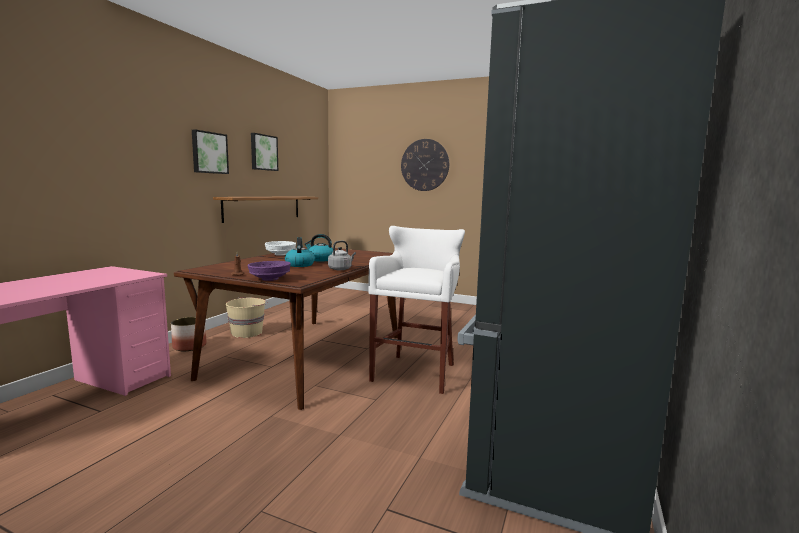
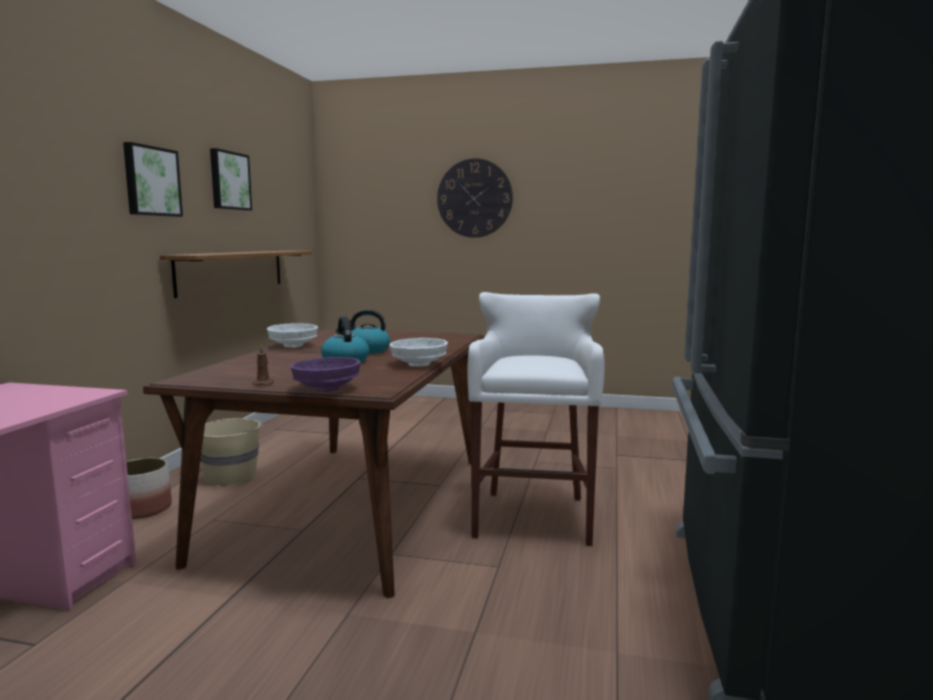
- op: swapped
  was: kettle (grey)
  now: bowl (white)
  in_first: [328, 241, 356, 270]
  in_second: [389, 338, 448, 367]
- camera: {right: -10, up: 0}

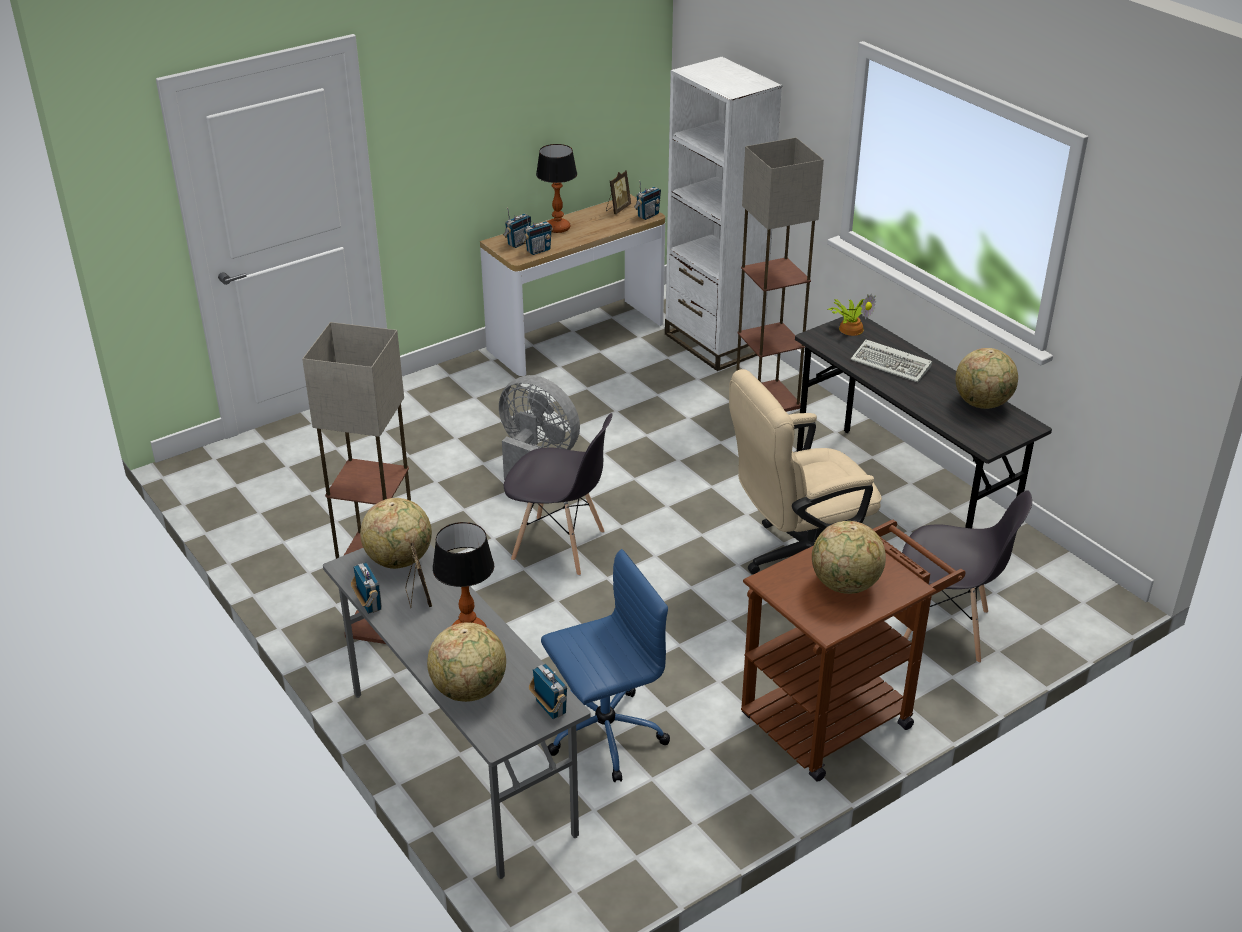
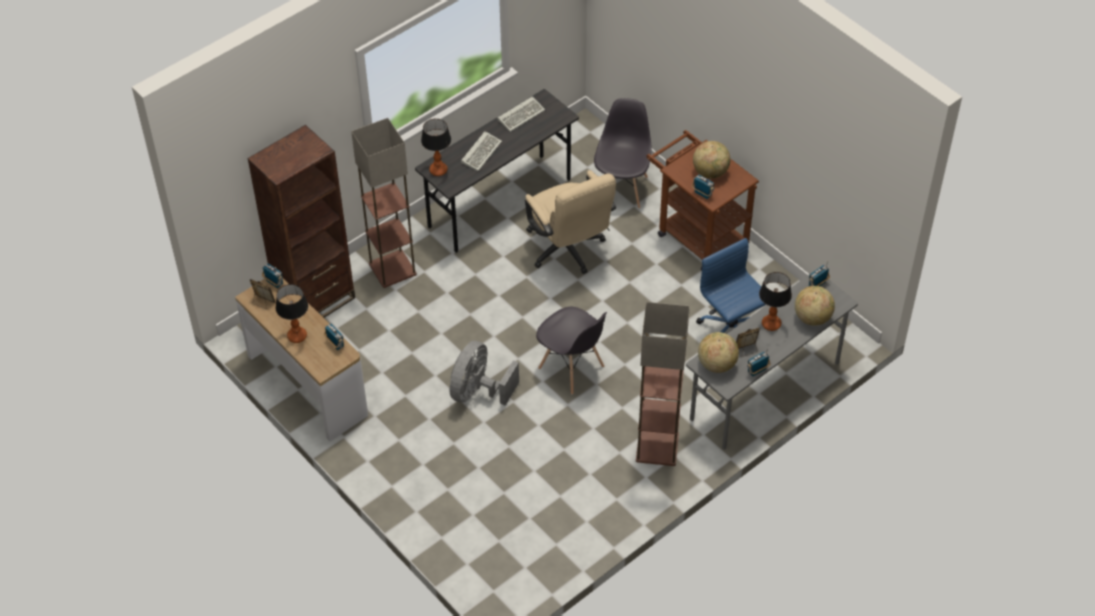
- op: repainted
  was: bookcase (white)
  now: bookcase (brown)
  in_first: [665, 57, 782, 371]
  in_second: [247, 125, 355, 318]
- op: swapped
  was: potted plant
  now: table lamp
  in_first: [827, 293, 876, 336]
  in_second: [421, 119, 451, 176]
- op: swapped
  was: globe
  now: keyboard
  in_first: [955, 348, 1018, 409]
  in_second: [497, 96, 545, 132]
- op: rotated
  was: chair (grey)
  in_first: [504, 413, 613, 576]
  in_second: [536, 307, 607, 395]
  clockwise: 120
- op: shifted
  was: radio
  in_first: [503, 207, 531, 248]
  in_second: [692, 174, 714, 199]
- camera: {right: -95, up: 15}

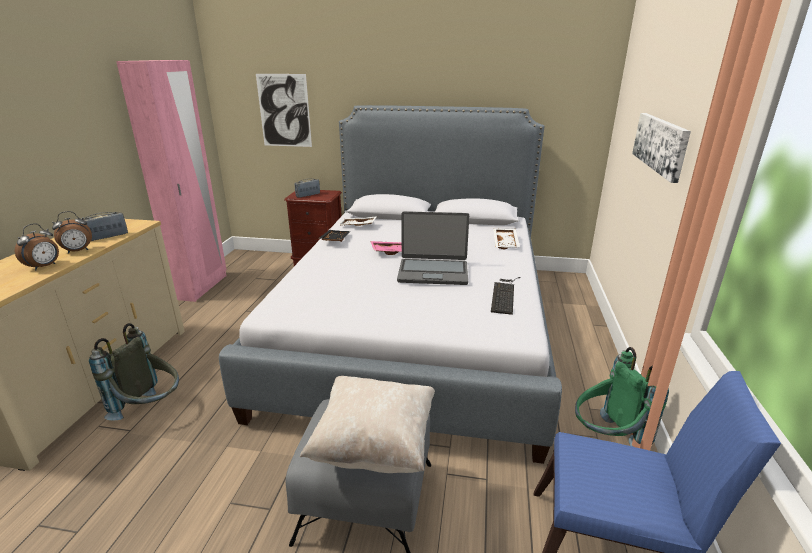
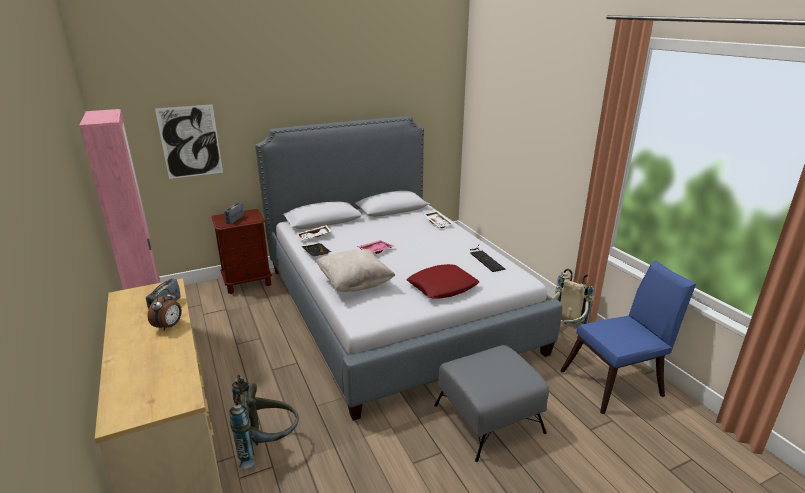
- op: shifted
  was: pillow (beige)
  in_first: [299, 376, 435, 473]
  in_second: [316, 249, 395, 292]
- op: new
  now: pillow (red)
  in_second: [407, 264, 479, 299]
- op: repainted
  was: backpack (green)
  now: backpack (beige)
  in_first: [575, 347, 669, 447]
  in_second: [553, 269, 594, 326]
- op: gone
  was: alarm clock
  in_first: [15, 223, 59, 271]
- op: gone
  was: laptop
  in_first: [397, 211, 469, 285]
- op: gone
  was: picture
  in_first: [632, 113, 691, 183]
- camera: {right: -35, up: 0}

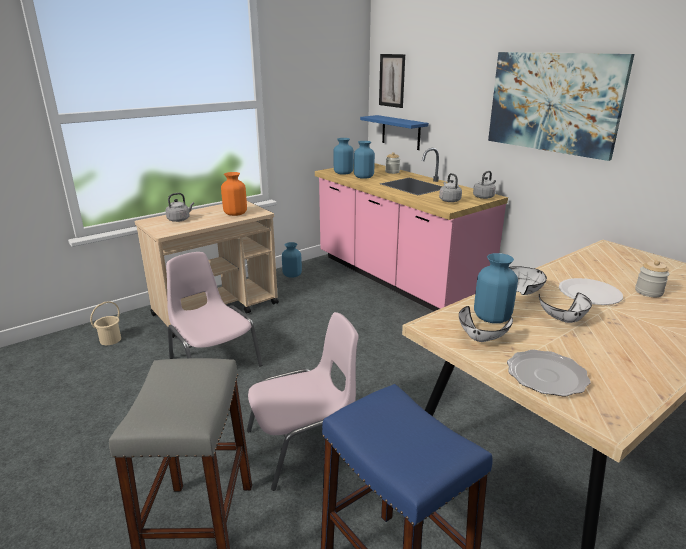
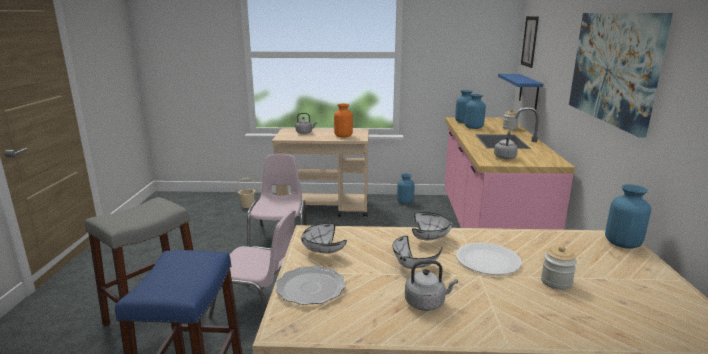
- op: shifted
  was: kettle (grey)
  in_first: [473, 171, 496, 199]
  in_second: [405, 260, 458, 311]
- op: shifted
  was: vase (blue)
  in_first: [474, 253, 518, 323]
  in_second: [605, 184, 651, 249]
- camera: {right: 40, up: -5}

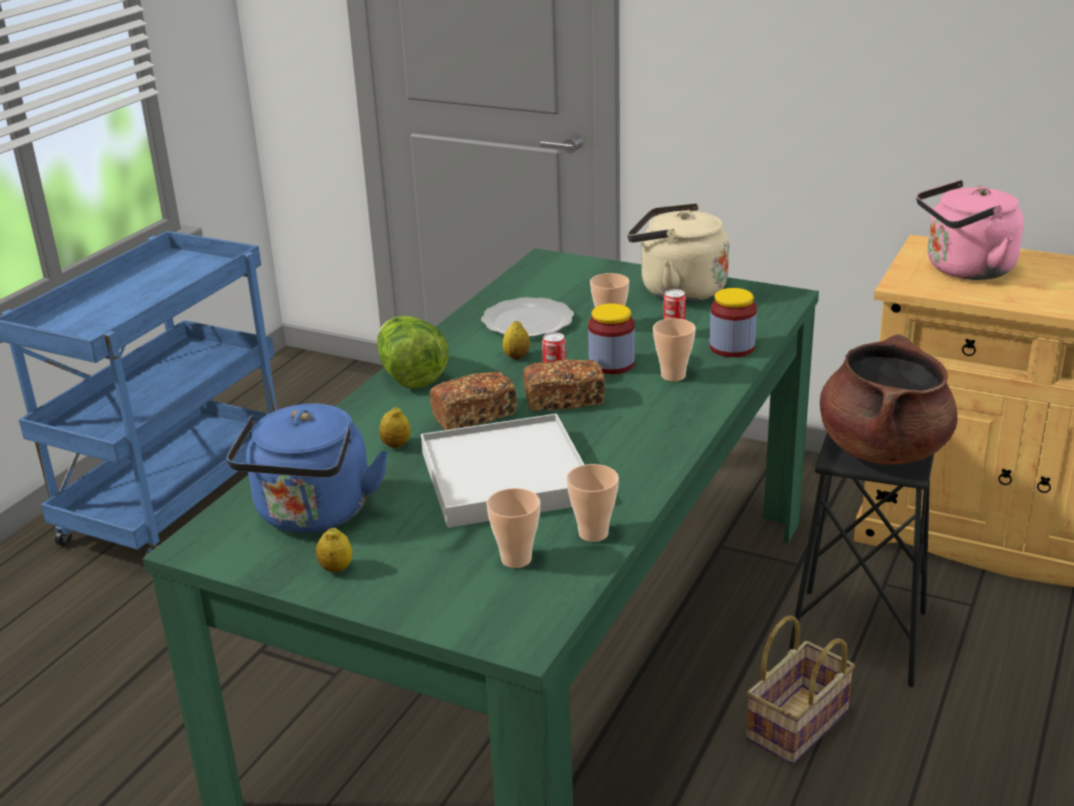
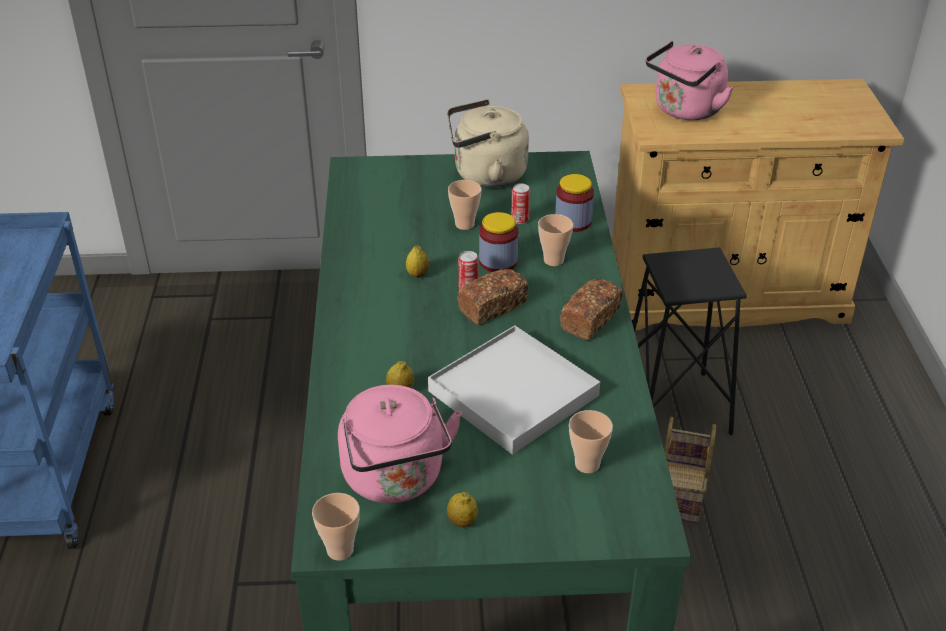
- op: shifted
  was: cup
  in_first: [566, 464, 619, 542]
  in_second: [312, 493, 360, 561]
- op: repainted
  was: kettle (blue)
  now: kettle (pink)
  in_first: [226, 404, 388, 533]
  in_second: [338, 385, 462, 503]
- op: shifted
  was: bread
  in_first: [429, 371, 517, 430]
  in_second: [560, 278, 623, 340]
- op: gone
  was: lettuce
  in_first: [377, 316, 449, 389]
- op: gone
  was: plate
  in_first: [481, 297, 574, 337]
- op: gone
  was: cooking pot (brown)
  in_first: [820, 334, 958, 465]
- camera: {right: -30, up: 10}

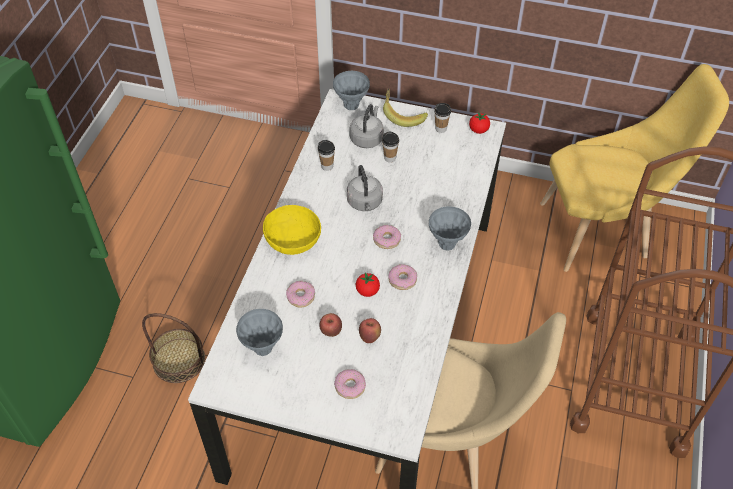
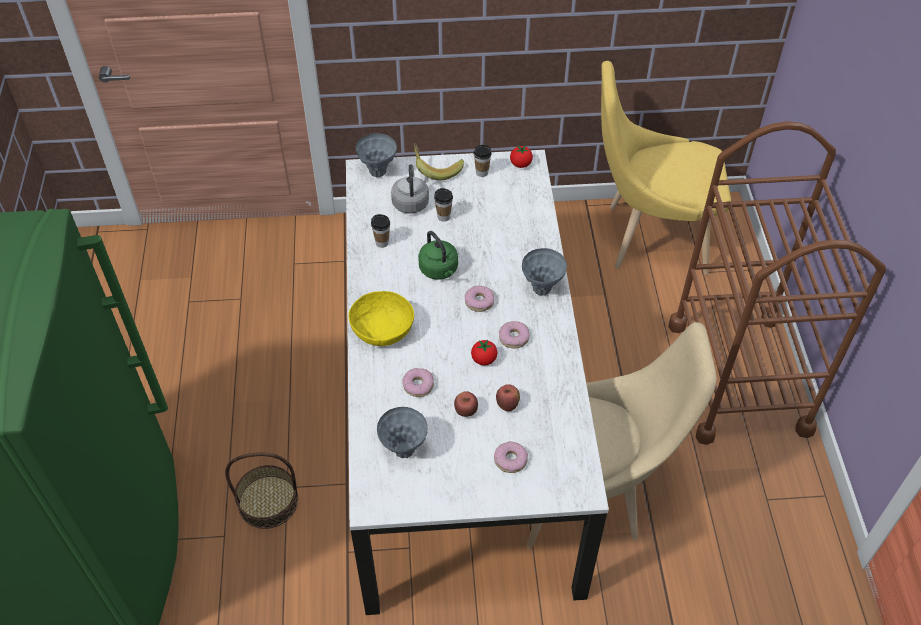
- op: repainted
  was: kettle (grey)
  now: kettle (green)
  in_first: [347, 165, 383, 211]
  in_second: [418, 231, 458, 280]
- op: rotated
  was: chair (yellow)
  in_first: [540, 64, 729, 272]
  in_second: [601, 61, 731, 275]
  clockwise: -150
- camera: {right: -20, up: 0}

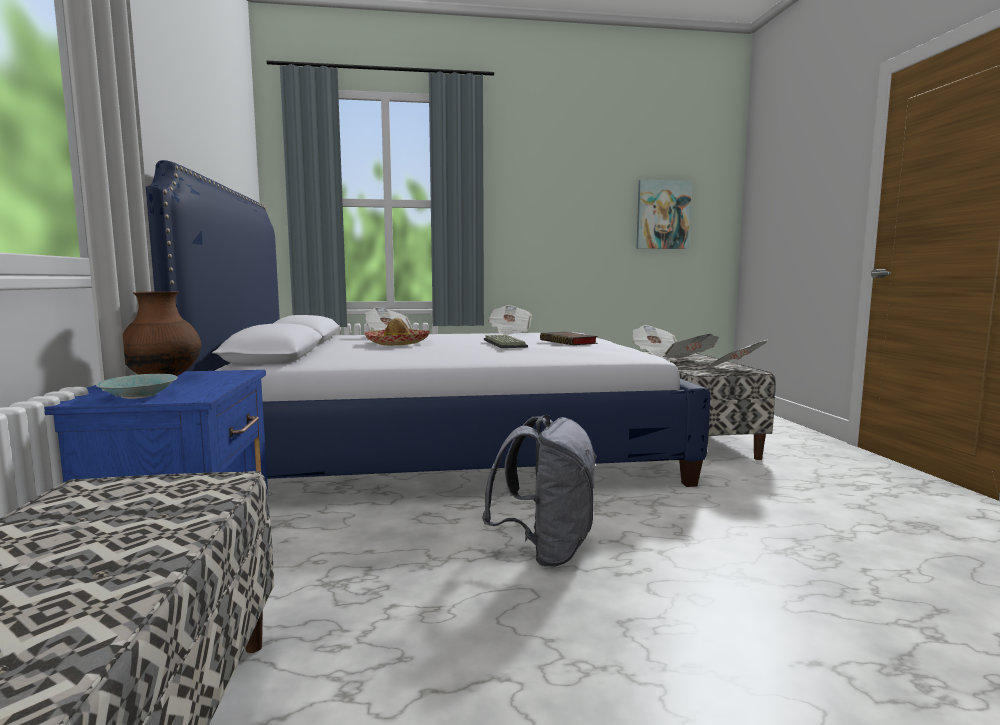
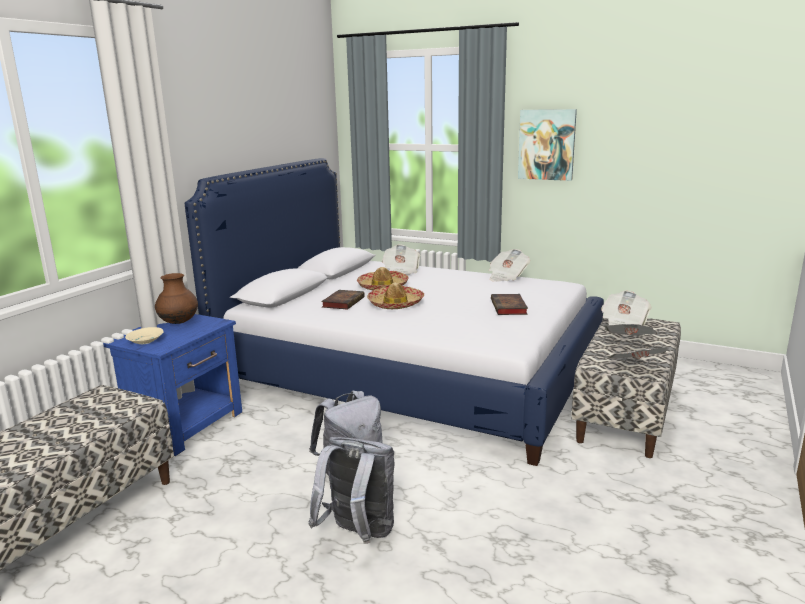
- op: repainted
  was: bowl (turquoise)
  now: bowl (beige)
  in_first: [96, 374, 178, 399]
  in_second: [125, 327, 164, 344]
- op: new
  now: backpack (grey)
  in_second: [309, 437, 395, 544]
- op: new
  now: book
  in_second: [321, 290, 365, 310]
- op: new
  now: hat
  in_second: [367, 283, 424, 309]
- op: shifted
  was: picture
  in_first: [636, 180, 692, 249]
  in_second: [518, 109, 577, 181]
- op: gone
  was: keyboard
  in_first: [484, 335, 528, 348]
- camera: {right: 35, up: 10}

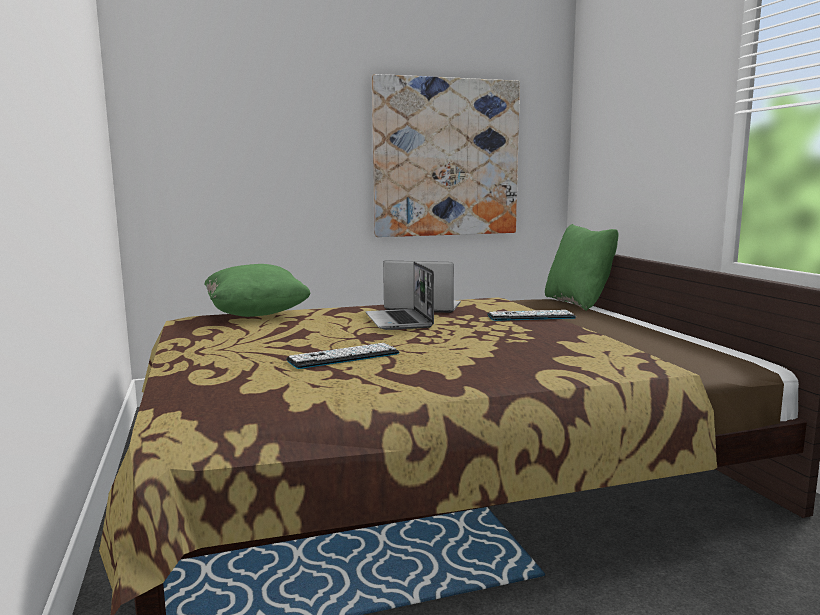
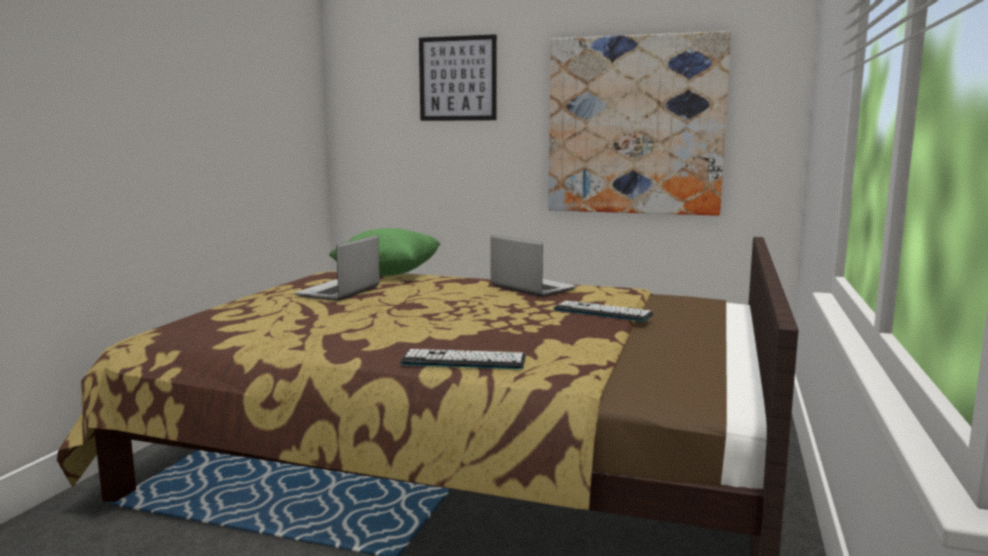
- op: shifted
  was: laptop
  in_first: [365, 261, 434, 330]
  in_second: [294, 235, 380, 301]
- op: shifted
  was: keyboard
  in_first: [286, 343, 399, 369]
  in_second: [400, 349, 526, 369]
- op: new
  now: picture
  in_second: [419, 34, 497, 121]
- op: gone
  was: pillow (green)
  in_first: [545, 224, 618, 311]
- camera: {right: 35, up: 0}

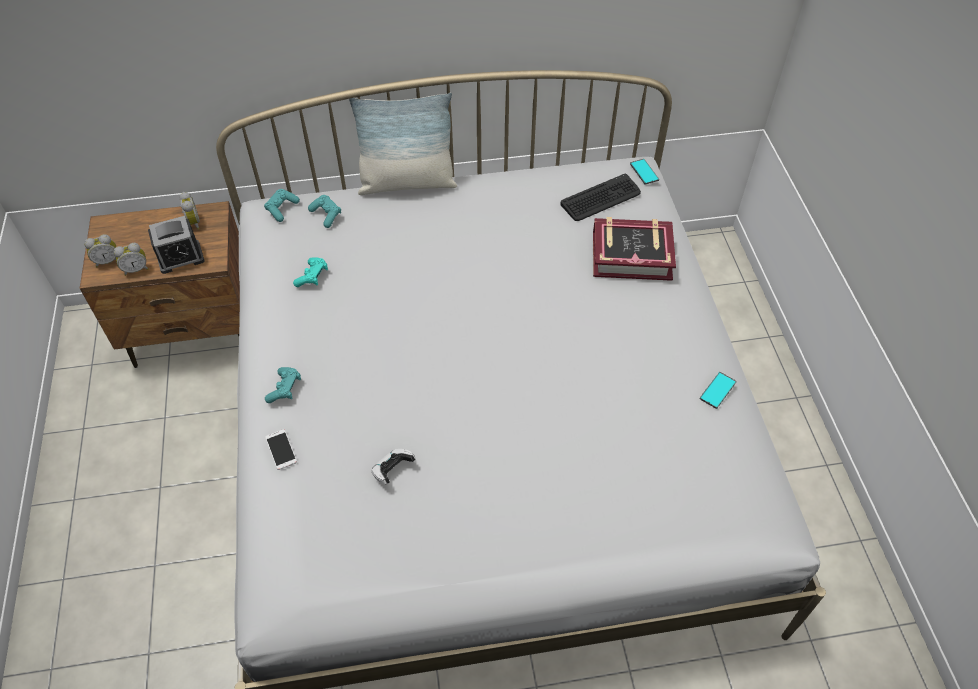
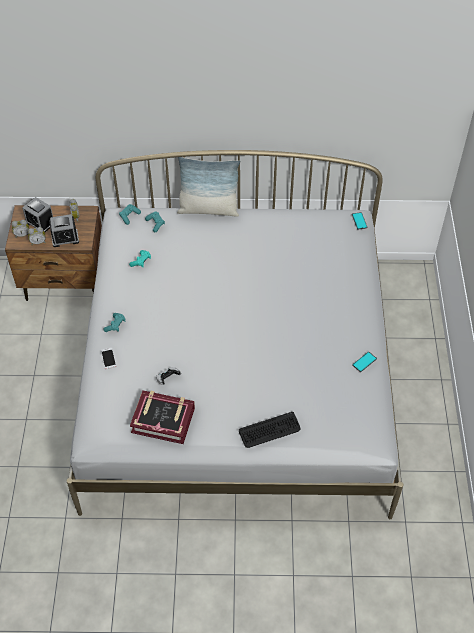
- op: new
  now: alarm clock
  in_second: [22, 197, 53, 232]
- op: shifted
  was: book
  in_first: [593, 217, 676, 281]
  in_second: [130, 391, 195, 444]
- op: shifted
  was: keyboard
  in_first: [560, 174, 641, 221]
  in_second: [239, 412, 300, 448]
- camera: {right: 10, up: 0}

